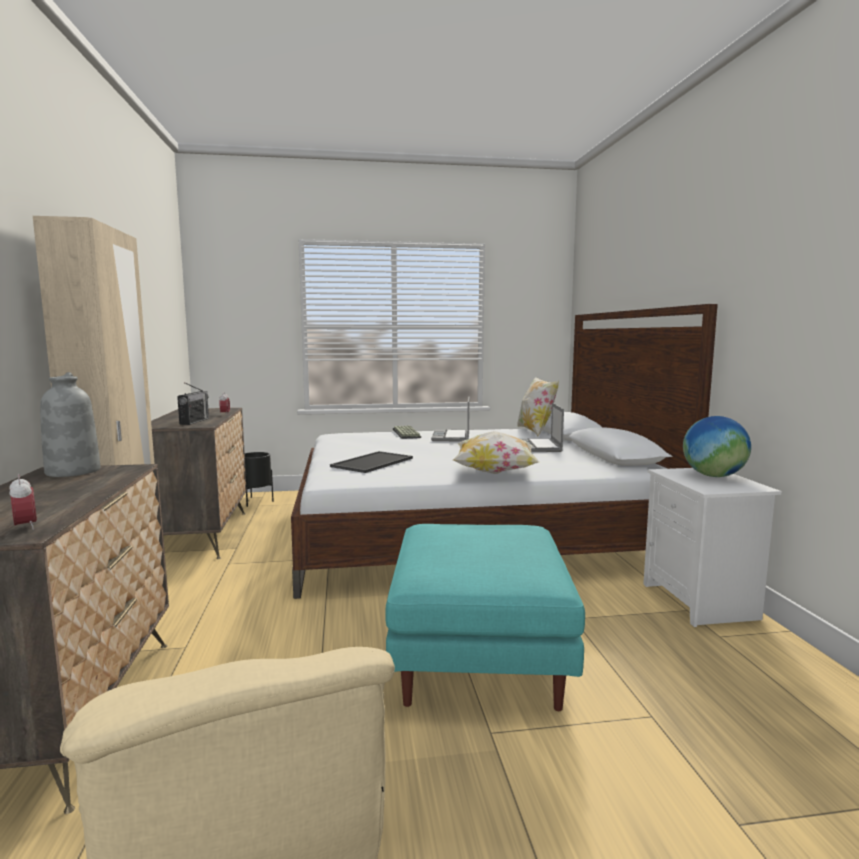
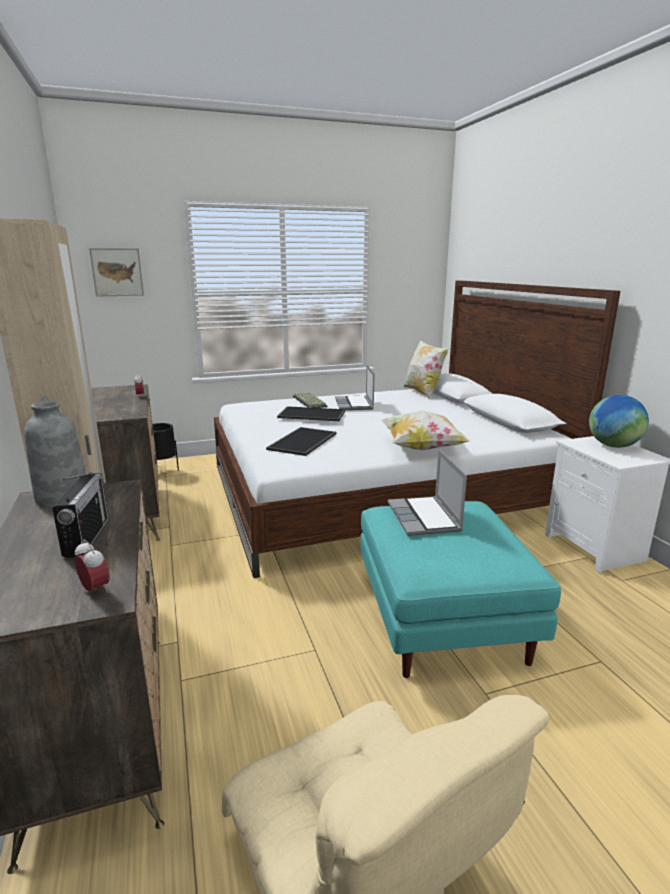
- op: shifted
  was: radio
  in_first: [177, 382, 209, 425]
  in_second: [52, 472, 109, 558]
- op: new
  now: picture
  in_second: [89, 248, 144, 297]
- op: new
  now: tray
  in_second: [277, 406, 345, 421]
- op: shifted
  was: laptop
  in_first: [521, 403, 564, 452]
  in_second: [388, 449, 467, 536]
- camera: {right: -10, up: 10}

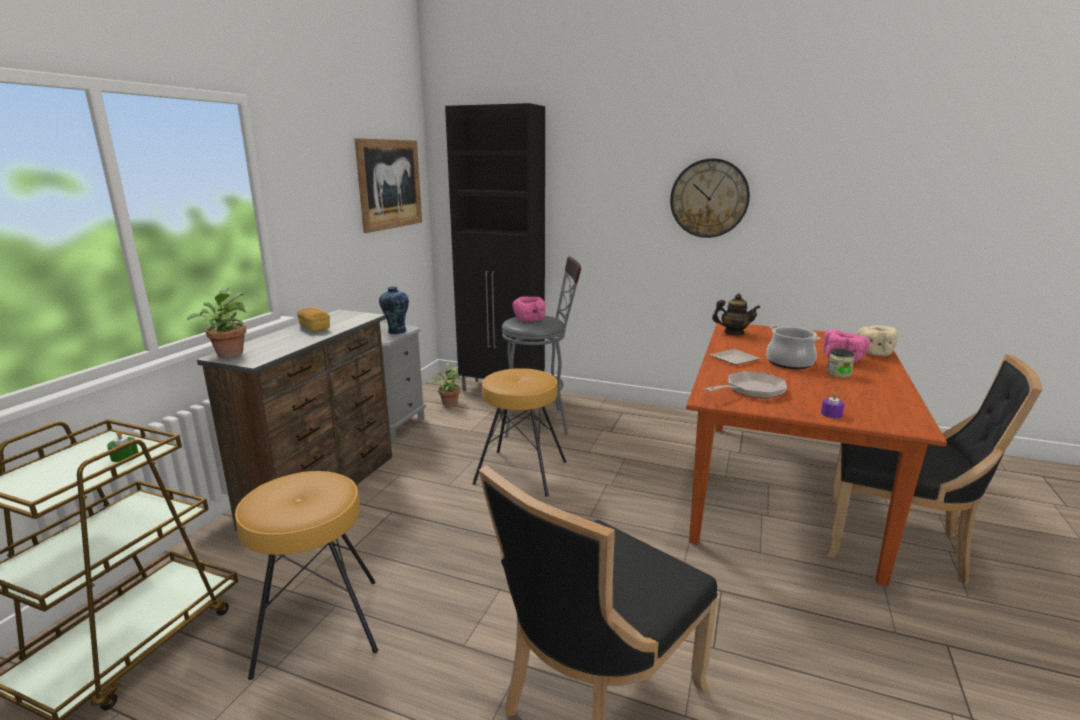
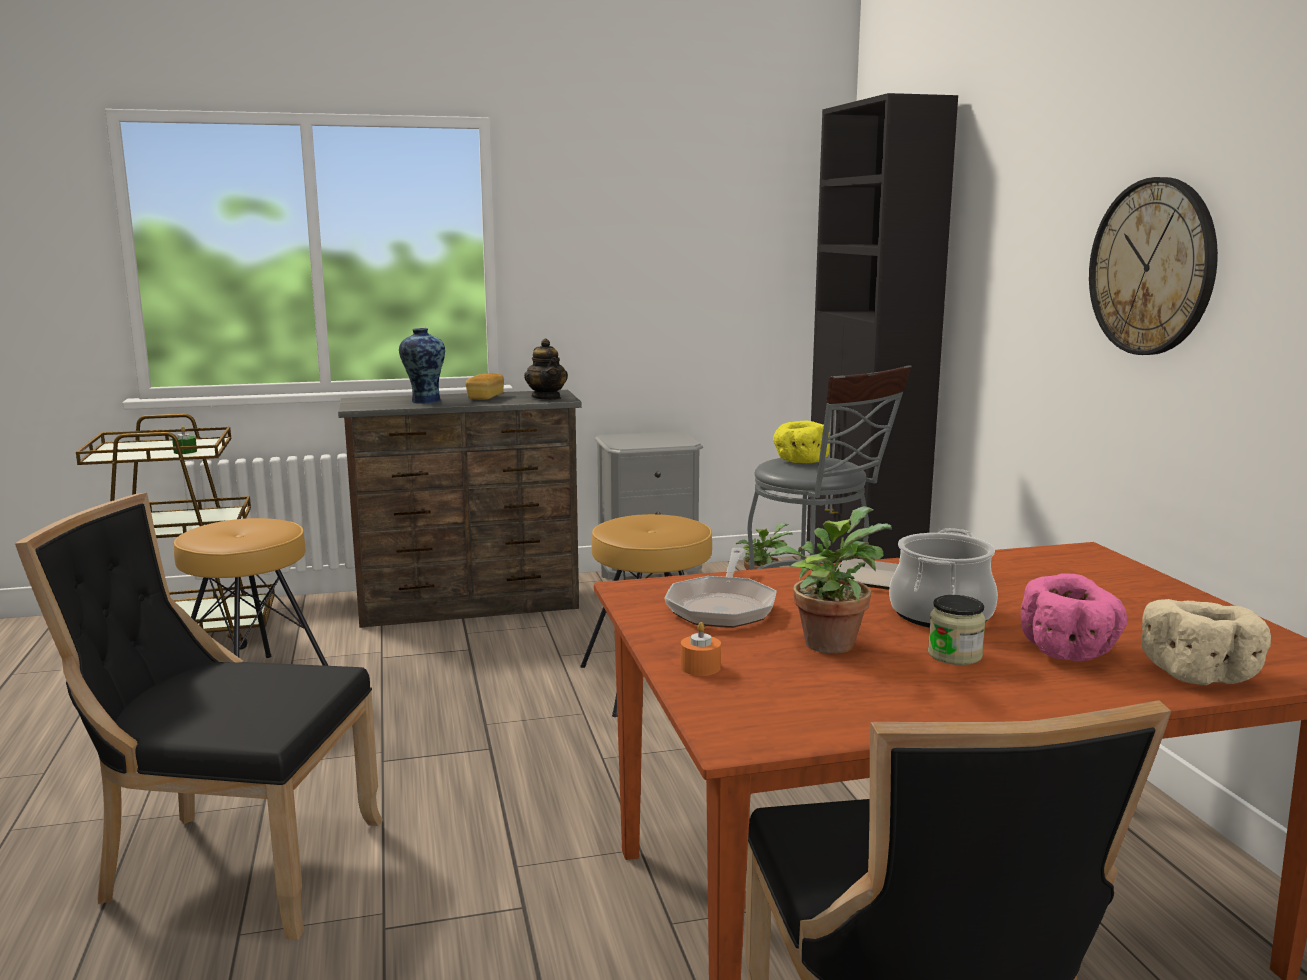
- op: shifted
  was: vase
  in_first: [379, 286, 409, 334]
  in_second: [399, 328, 445, 404]
- op: shifted
  was: teapot
  in_first: [712, 294, 760, 335]
  in_second: [524, 339, 568, 400]
- op: rotated
  was: frying pan
  in_first: [705, 371, 787, 399]
  in_second: [664, 548, 777, 628]
  clockwise: 75
- op: repainted
  was: candle (purple)
  now: candle (orange)
  in_first: [821, 392, 845, 418]
  in_second: [681, 622, 721, 676]
- op: shifted
  was: potted plant
  in_first: [187, 288, 246, 358]
  in_second: [770, 506, 892, 654]
- op: repainted
  was: bowl (pink)
  now: bowl (yellow)
  in_first: [512, 296, 546, 322]
  in_second: [773, 421, 830, 463]
- op: gone
  was: picture
  in_first: [354, 138, 422, 233]
- camera: {right: 55, up: -5}

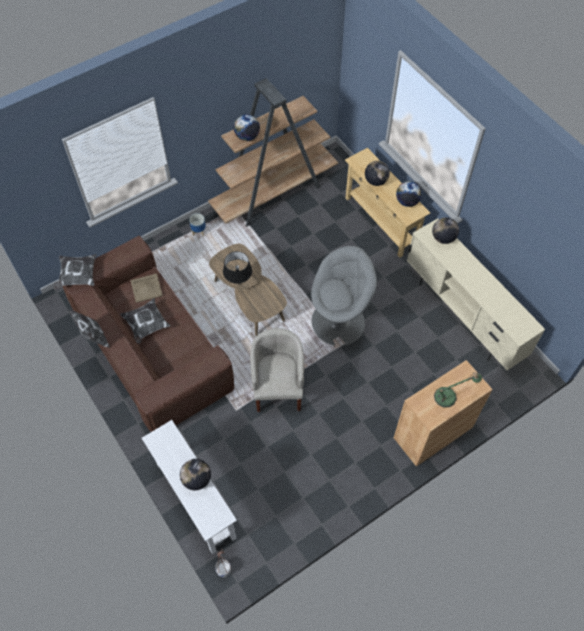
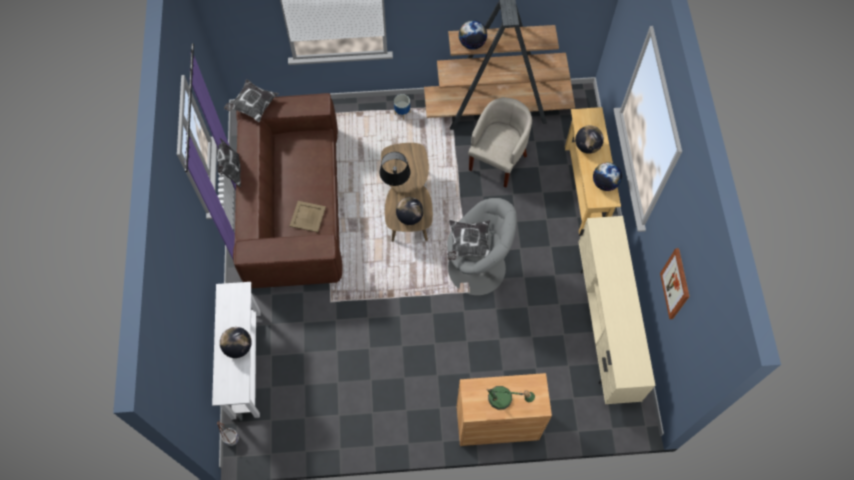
- op: shifted
  was: tray (beige)
  in_first: [130, 274, 163, 303]
  in_second: [290, 201, 326, 232]
- op: shifted
  was: globe
  in_first: [432, 217, 459, 244]
  in_second: [396, 197, 424, 225]
- op: shifted
  was: pillow
  in_first: [120, 298, 170, 344]
  in_second: [447, 220, 490, 260]
- op: shifted
  was: armchair (beige)
  in_first: [250, 328, 304, 412]
  in_second: [468, 97, 532, 187]
- op: new
  now: picture
  in_second: [660, 248, 690, 319]
- camera: {right: 30, up: 5}

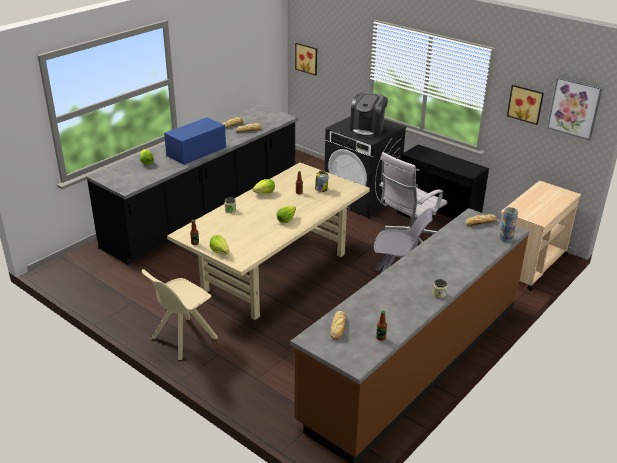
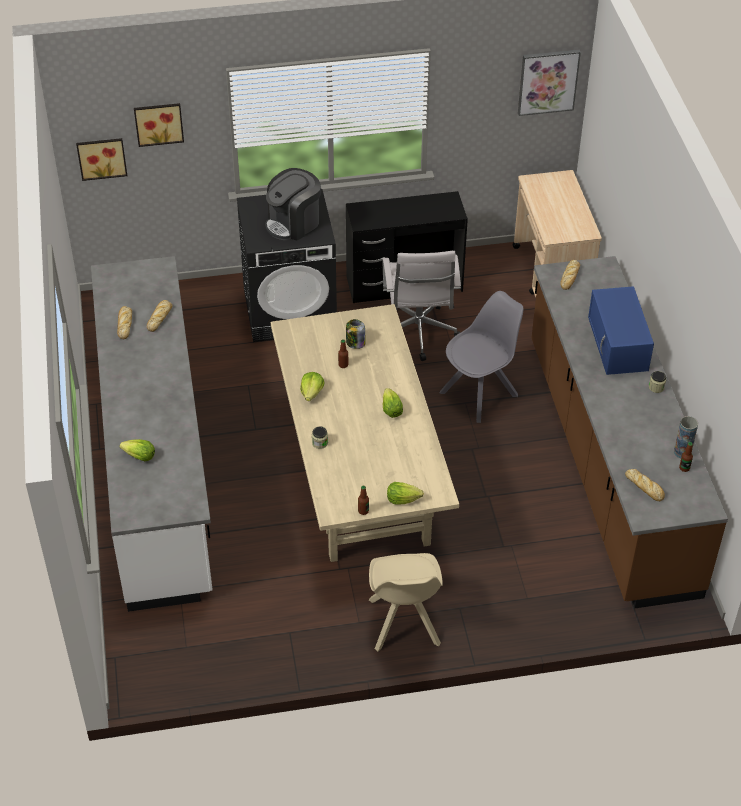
- op: repainted
  was: counter (black)
  now: counter (white)
  in_first: [86, 105, 298, 265]
  in_second: [91, 256, 213, 612]
- op: shifted
  was: picture
  in_first: [507, 85, 544, 125]
  in_second: [134, 103, 184, 147]
- op: rotated
  was: coffee machine
  in_first: [350, 93, 388, 138]
  in_second: [265, 168, 321, 240]
  clockwise: 75
- op: shifted
  was: microwave (blue)
  in_first: [164, 117, 226, 165]
  in_second: [588, 286, 654, 375]
- op: shifted
  was: vase
  in_first: [500, 207, 518, 243]
  in_second: [674, 416, 698, 459]
- camera: {right: -50, up: 15}

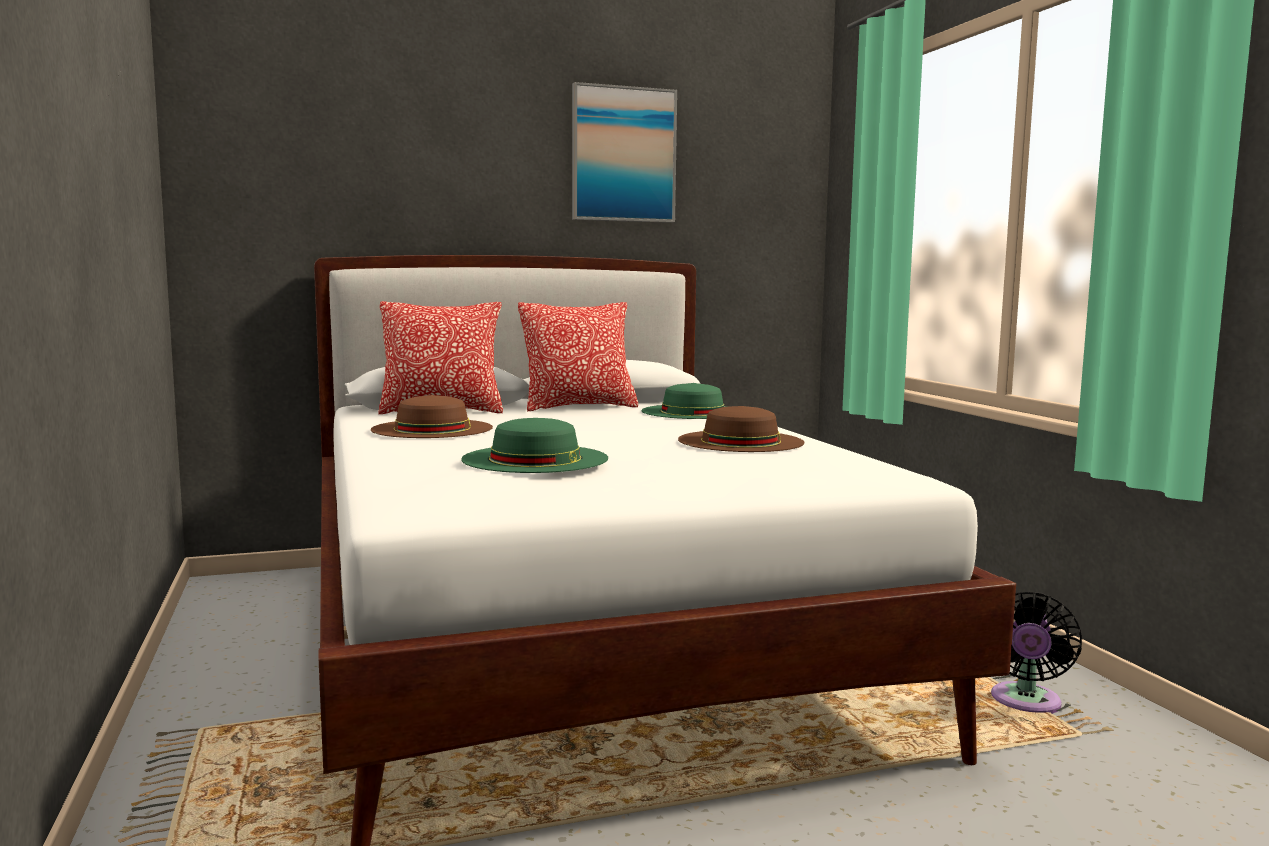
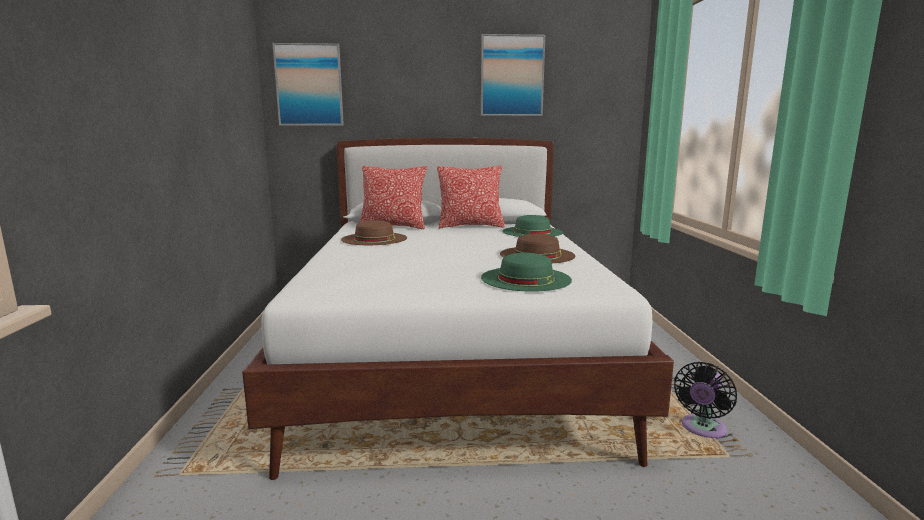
- op: new
  now: picture
  in_second: [272, 43, 344, 126]
- op: shifted
  was: hat (green)
  in_first: [461, 418, 608, 473]
  in_second: [481, 253, 572, 292]
- camera: {right: 15, up: 5}

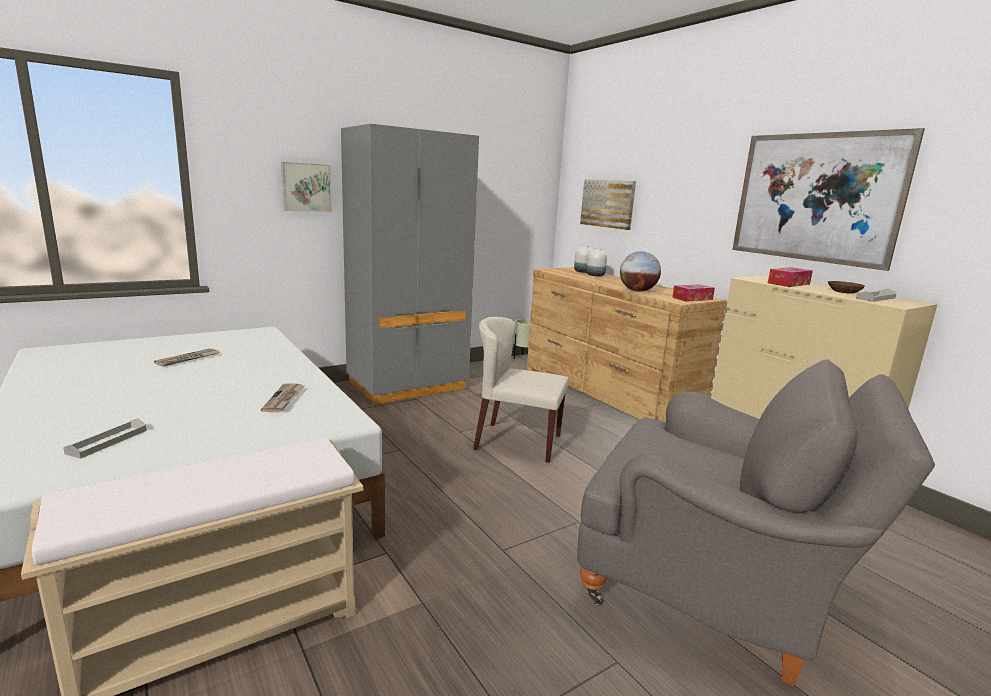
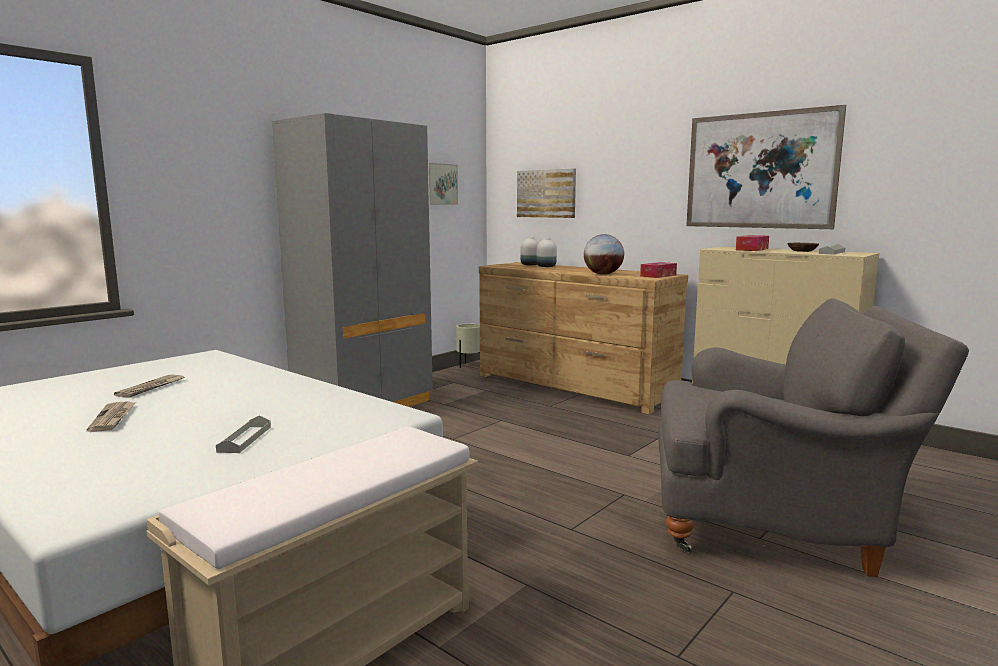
- op: shifted
  was: newspaper
  in_first: [261, 383, 305, 412]
  in_second: [86, 401, 135, 432]
- op: shifted
  was: tray (grey)
  in_first: [63, 418, 147, 459]
  in_second: [216, 415, 271, 453]
- op: shifted
  was: picture
  in_first: [281, 162, 332, 212]
  in_second: [428, 163, 458, 205]
- op: gone
  was: chair (beige)
  in_first: [473, 317, 569, 463]
- camera: {right: -15, up: -5}

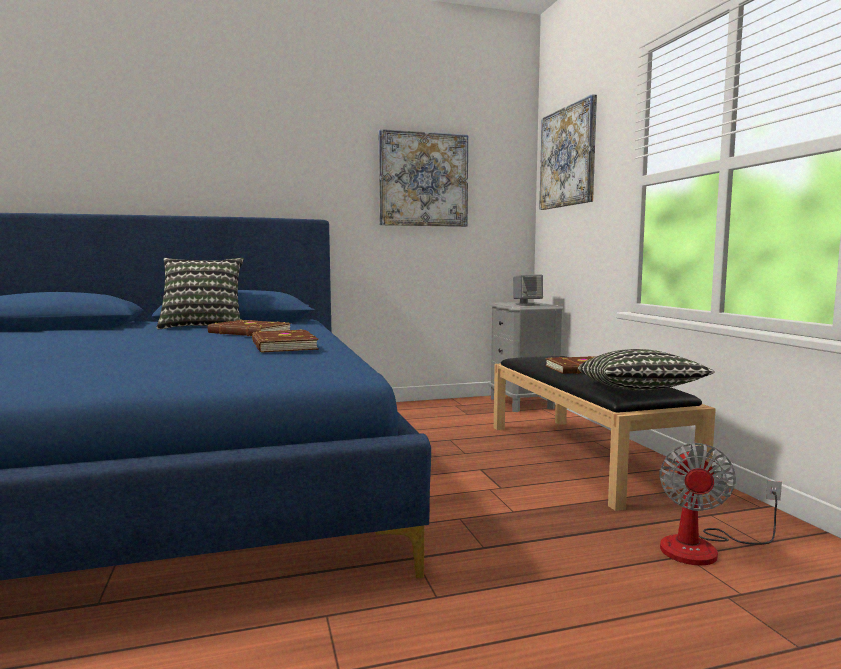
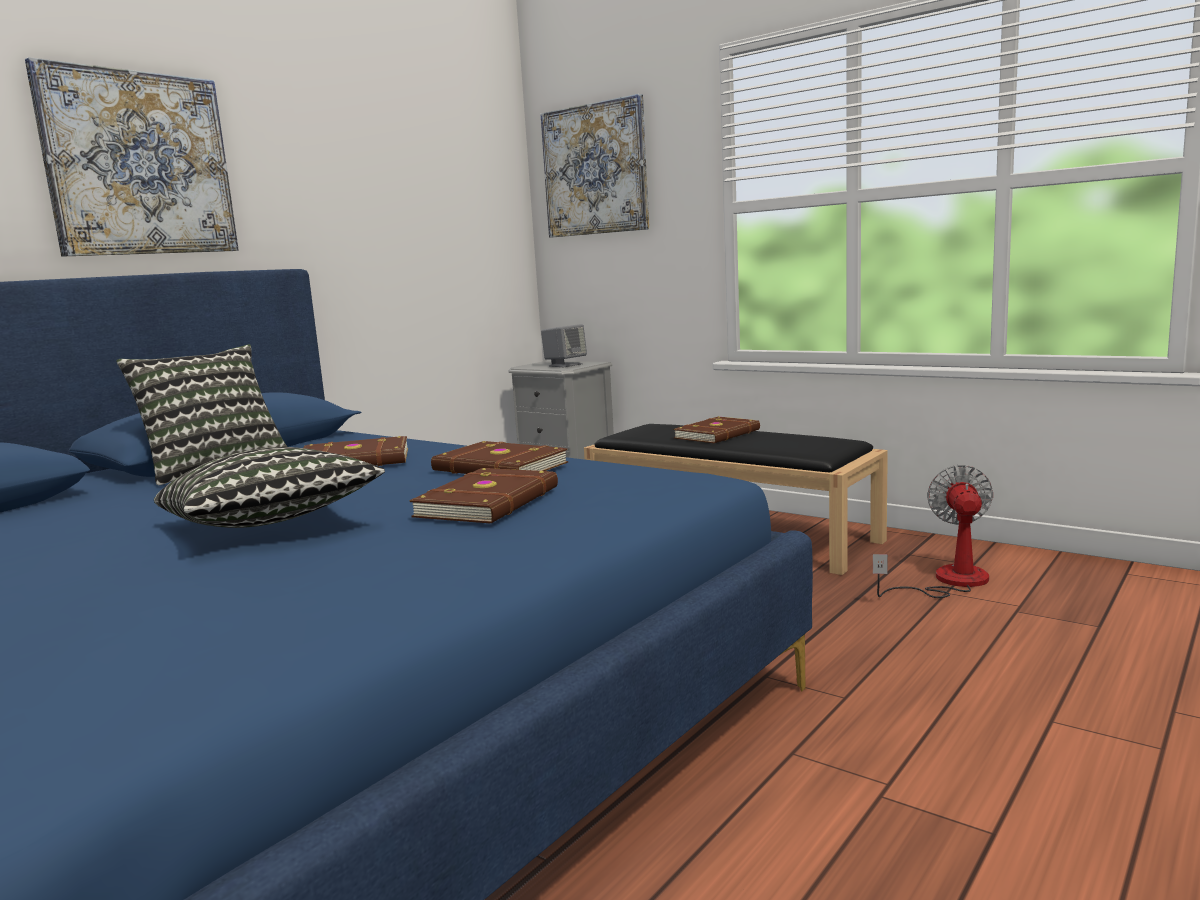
- op: shifted
  was: picture
  in_first: [379, 129, 468, 227]
  in_second: [25, 57, 239, 257]
- op: shifted
  was: pillow
  in_first: [578, 349, 715, 391]
  in_second: [154, 447, 385, 528]
- op: new
  now: book (brown)
  in_second: [409, 468, 558, 523]
- op: rotated
  was: fan
  in_first: [659, 443, 782, 566]
  in_second: [873, 465, 993, 598]
  clockwise: -150
- camera: {right: -35, up: 5}

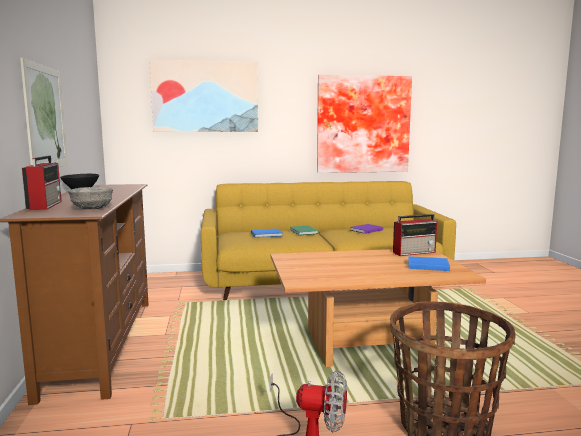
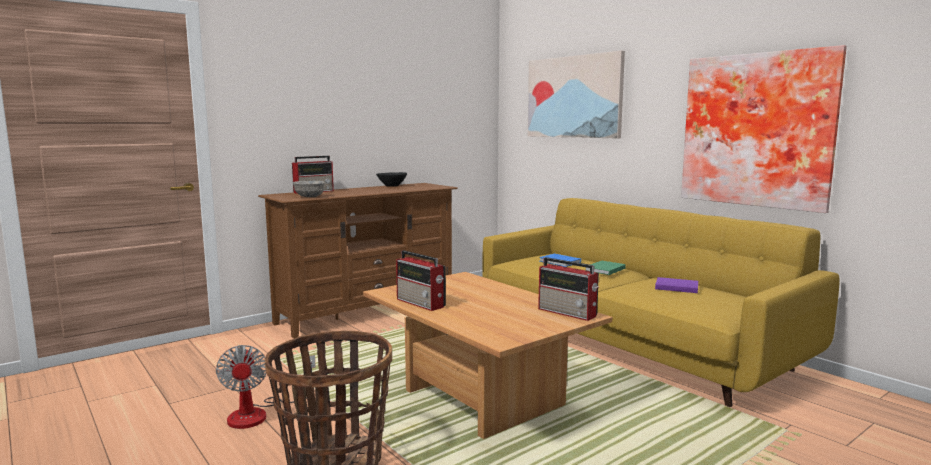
- op: new
  now: radio
  in_second: [396, 250, 446, 311]
- op: gone
  was: picture
  in_first: [20, 58, 68, 167]
- op: gone
  was: book (blue)
  in_first: [408, 256, 450, 271]
- camera: {right: 60, up: 0}

